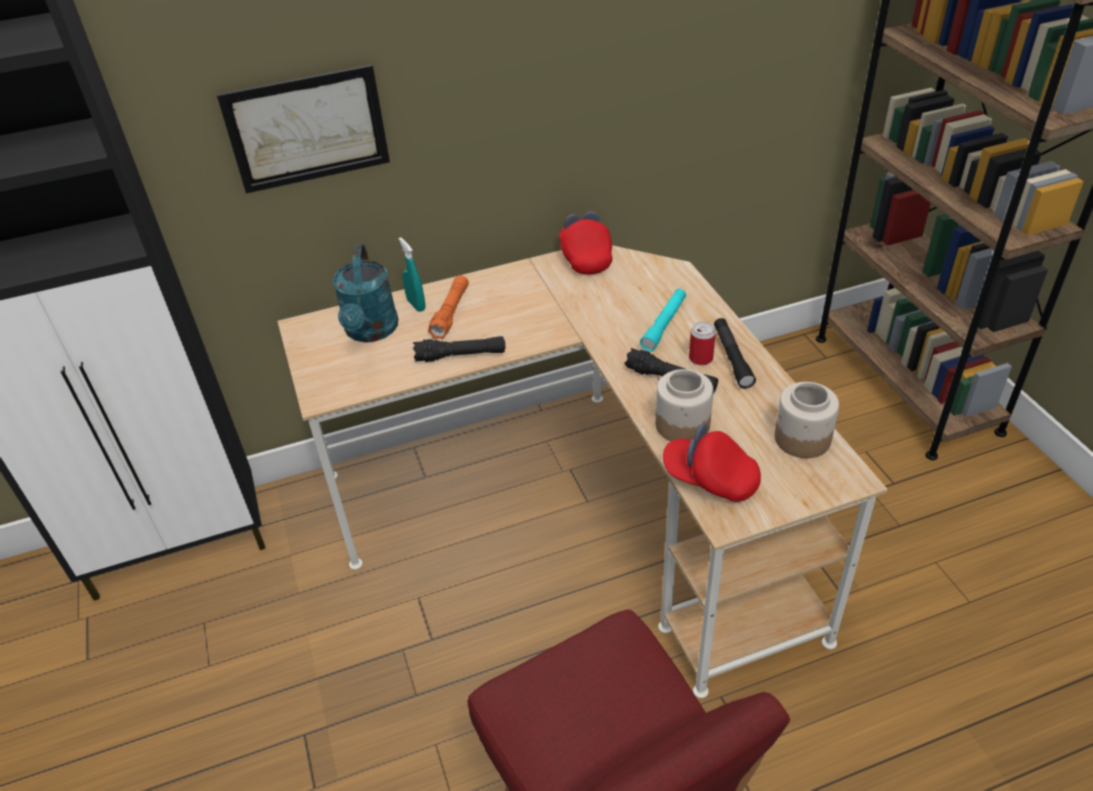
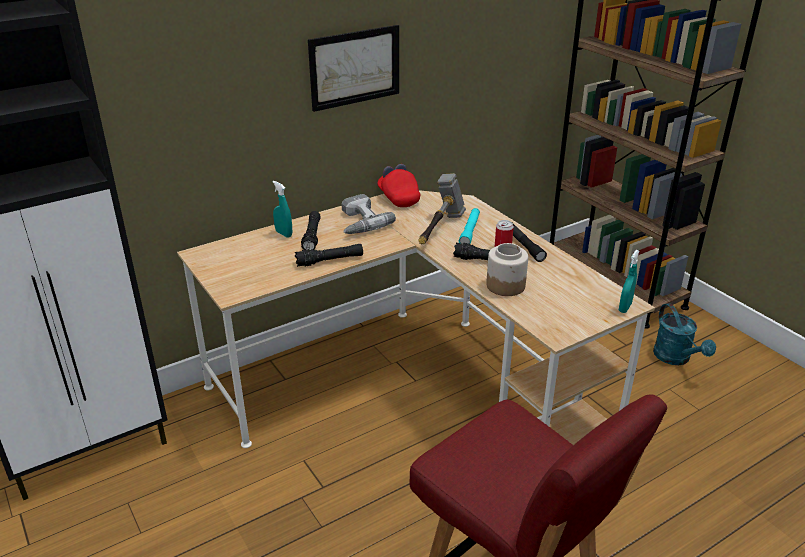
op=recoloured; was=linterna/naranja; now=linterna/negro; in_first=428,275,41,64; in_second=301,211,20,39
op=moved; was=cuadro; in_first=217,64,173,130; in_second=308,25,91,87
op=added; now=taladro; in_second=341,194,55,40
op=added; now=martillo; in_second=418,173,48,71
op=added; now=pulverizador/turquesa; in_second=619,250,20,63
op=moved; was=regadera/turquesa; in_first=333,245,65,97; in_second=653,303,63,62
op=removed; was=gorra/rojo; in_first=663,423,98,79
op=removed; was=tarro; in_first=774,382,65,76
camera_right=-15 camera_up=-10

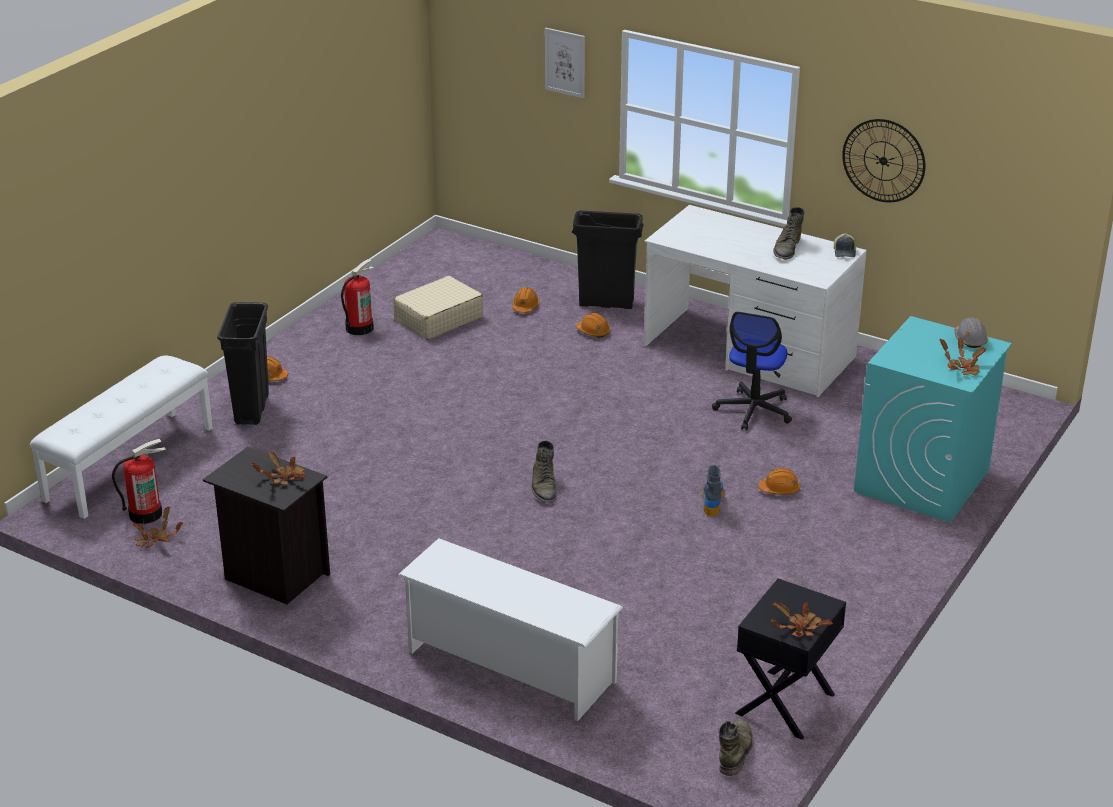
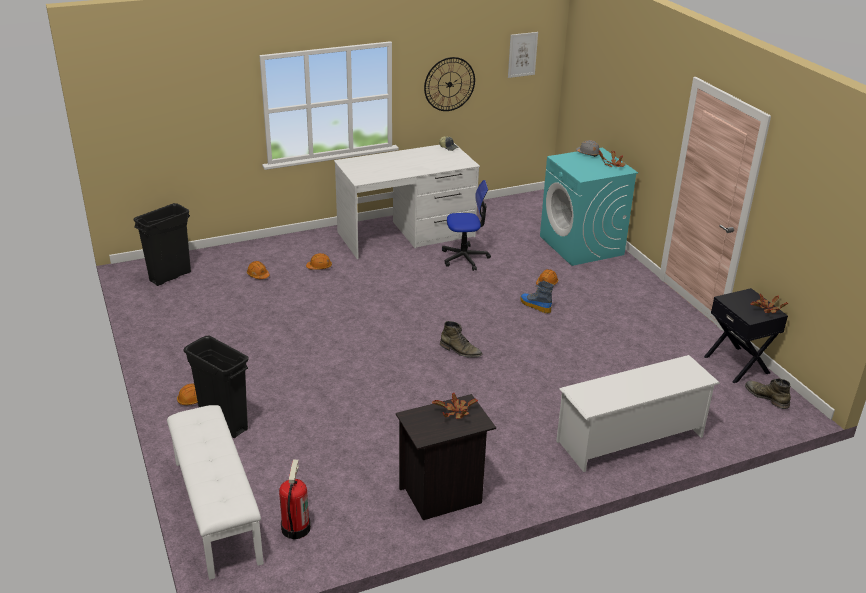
op=moved; was=papelera/negro; in_first=572,210,72,99; in_second=133,203,58,83
op=turned; was=silla de oficina; in_first=712,312,80,118; in_second=442,180,49,91; clockwise=-60
op=moved; was=cuadro; in_first=545,28,40,70; in_second=508,32,30,46
op=removed; was=planta en maceta; in_first=132,507,51,41
op=removed; was=extintor; in_first=341,259,33,76
op=removed; was=maleta/beis; in_first=393,276,90,64
op=removed; was=bota/verde; in_first=773,207,32,53
camera_right=-55 camera_up=0

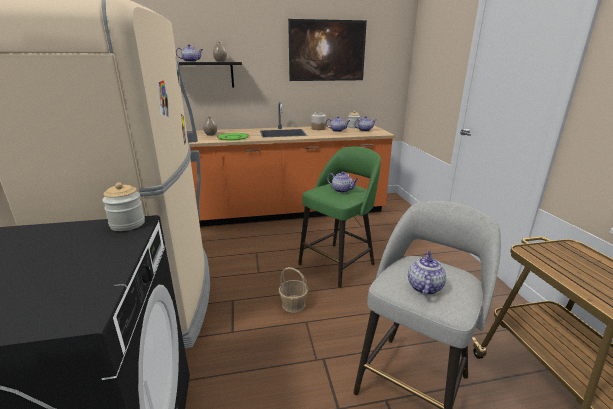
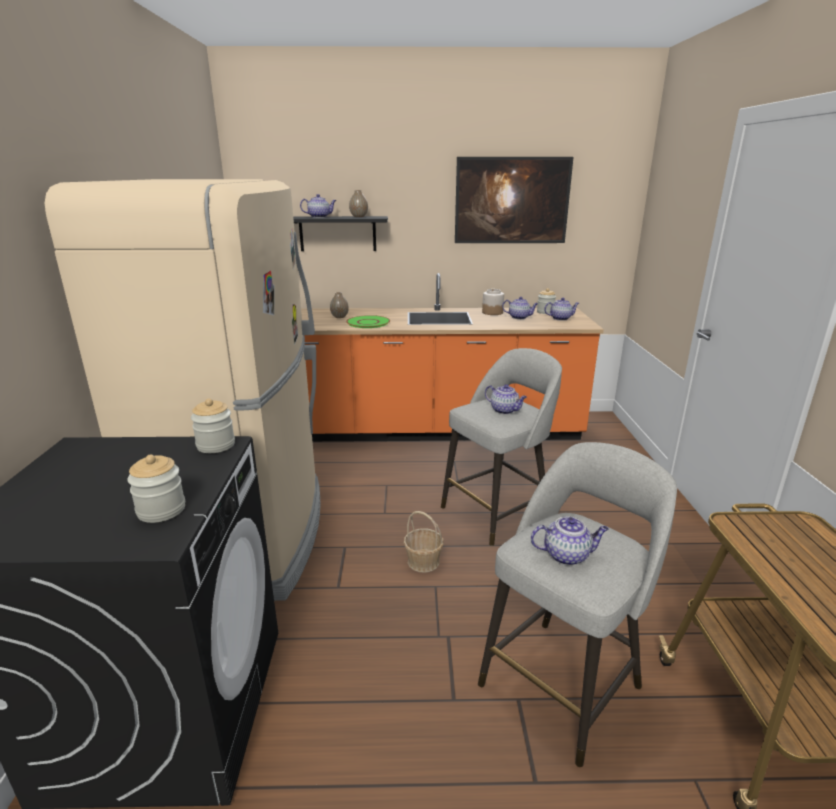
op=added; now=tarro; in_second=127,455,58,68
op=recoloured; was=taburete/verde; now=taburete/gris; in_first=298,146,83,142; in_second=441,348,121,198
op=turned; was=tetera; in_first=408,251,38,44; in_second=531,516,78,49; clockwise=60
camera_right=10 camera_up=0

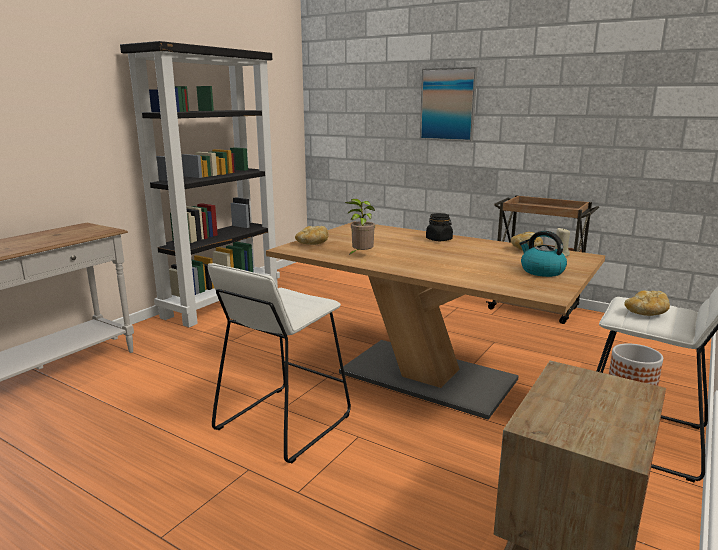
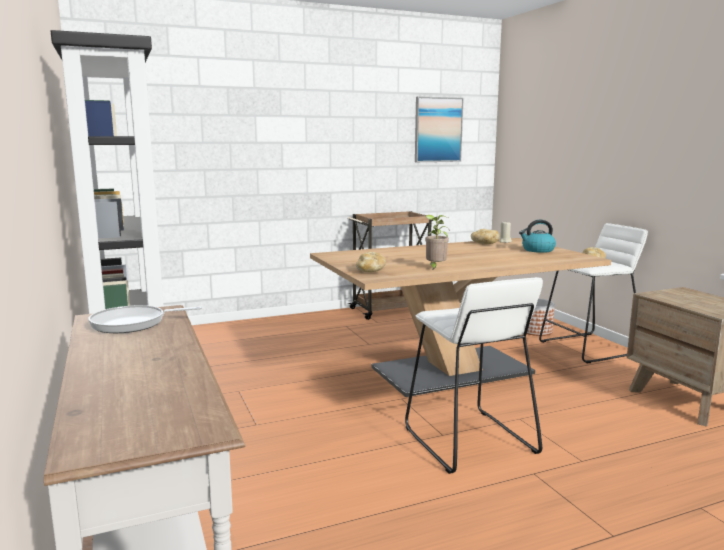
op=added; now=sartén; in_second=88,305,114,28
op=moved; was=cuadro; in_first=420,67,57,75; in_second=415,96,49,66
op=removed; was=tarro/negro; in_first=426,213,27,28
camera_right=-55 camera_up=-5

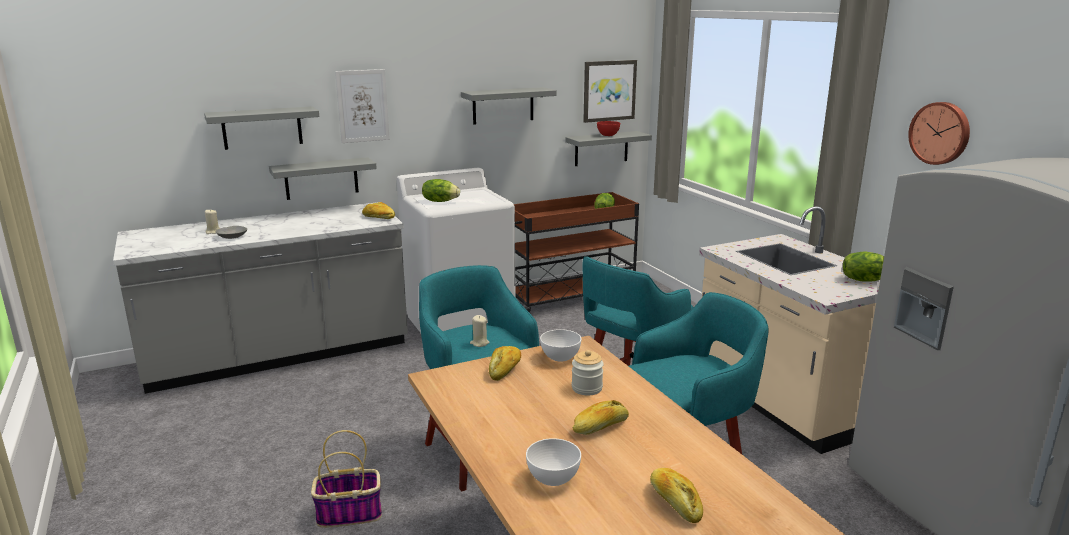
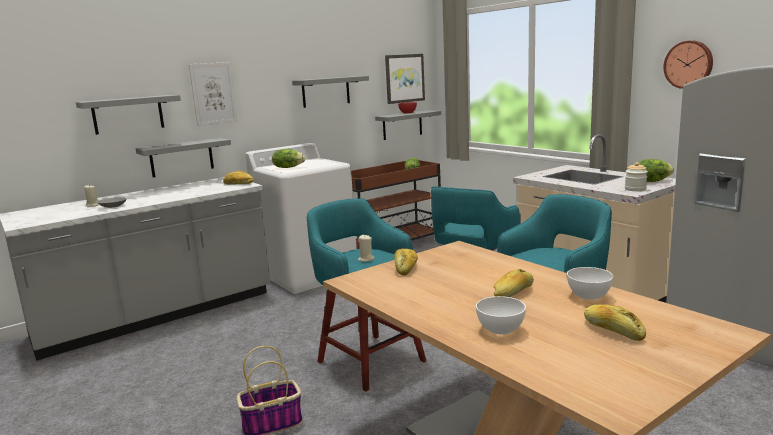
op=moved; was=cuenco/blanco; in_first=540,329,41,33; in_second=567,267,47,33
op=moved; was=tarro; in_first=572,350,32,45; in_second=625,162,23,29
camera_right=-10 camera_up=-5

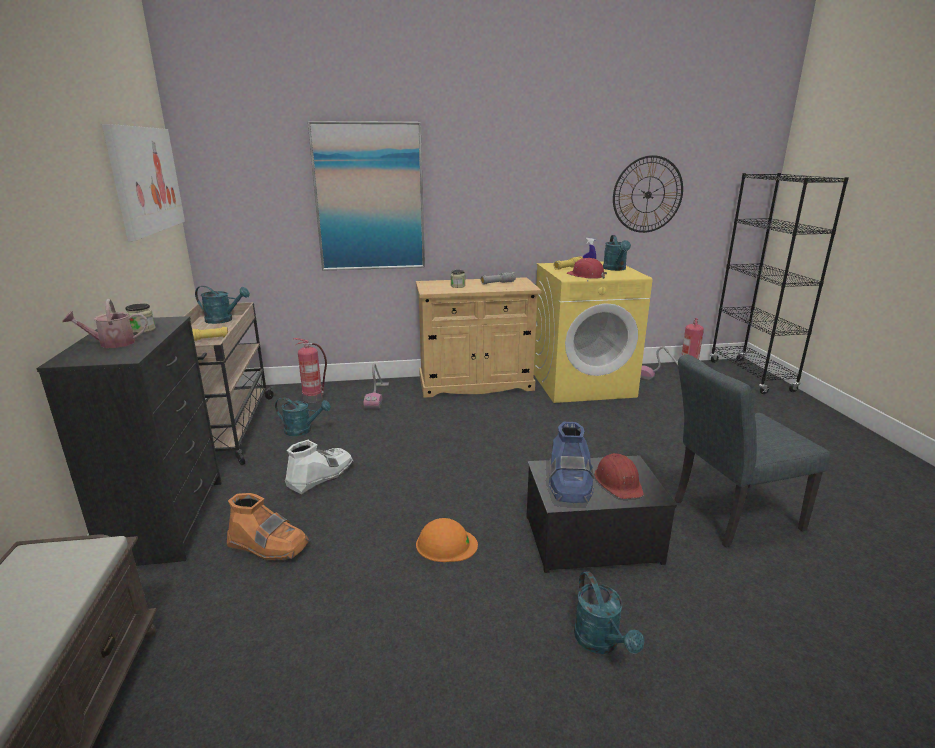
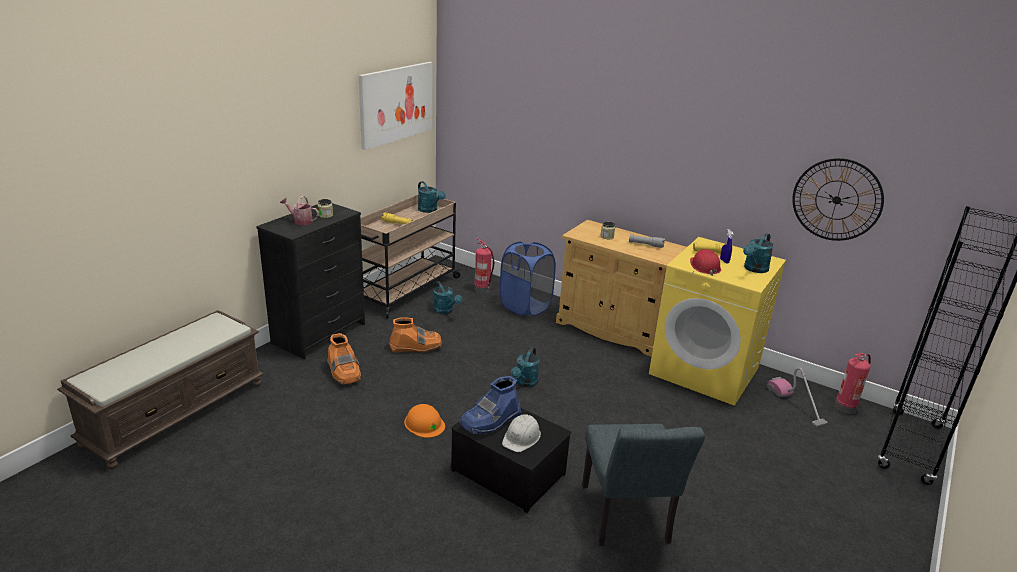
op=recoloured; was=bota/blanco; now=bota/naranja; in_first=285,440,69,54; in_second=390,317,52,36
op=replaced; was=aspiradora; now=cesto de la ropa/azul; in_first=363,363,26,45; in_second=500,242,56,74
op=recoloured; was=casco/rojo; now=casco/blanco; in_first=594,453,50,46; in_second=502,414,39,38
op=moved; was=regadera/turquesa; in_first=574,571,70,83; in_second=511,347,28,40
op=turned; was=silla/gris; in_first=675,354,156,193; in_second=582,424,123,122; clockwise=-120
op=removed; was=cuadro; in_first=308,121,117,150
camera_right=40 camera_up=5

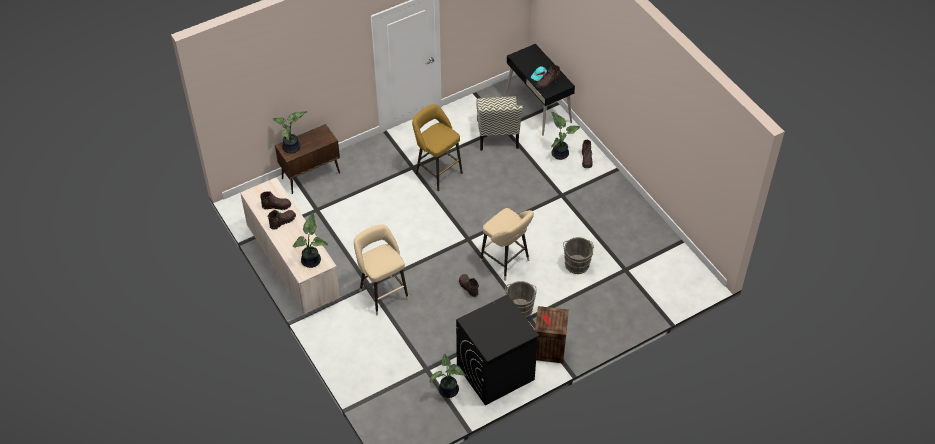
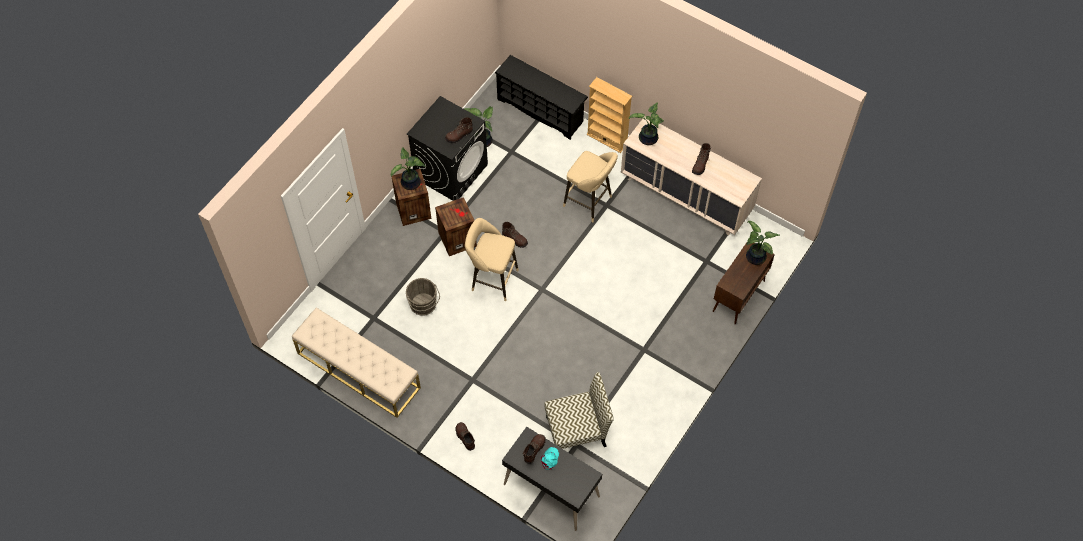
op=added; now=banco/beis; in_second=292,308,129,110
op=moved; was=planta en maceta; in_first=551,112,29,48; in_second=391,147,34,43
op=replaced; was=cubo/gris; now=caja de embalaje; in_first=505,281,32,37; in_second=435,197,42,59
op=moved; was=bota/marrón; in_first=260,191,31,19; in_second=445,117,28,26
op=added; now=zapatero/negro; in_second=495,55,93,85
op=turned; was=silla; in_first=477,97,46,54; in_second=544,372,70,77; clockwise=105
op=added; now=estantería/beis; in_second=587,77,45,76
op=removed; was=taburete/amarillo; in_first=412,104,51,87
camera_right=155 camera_up=10

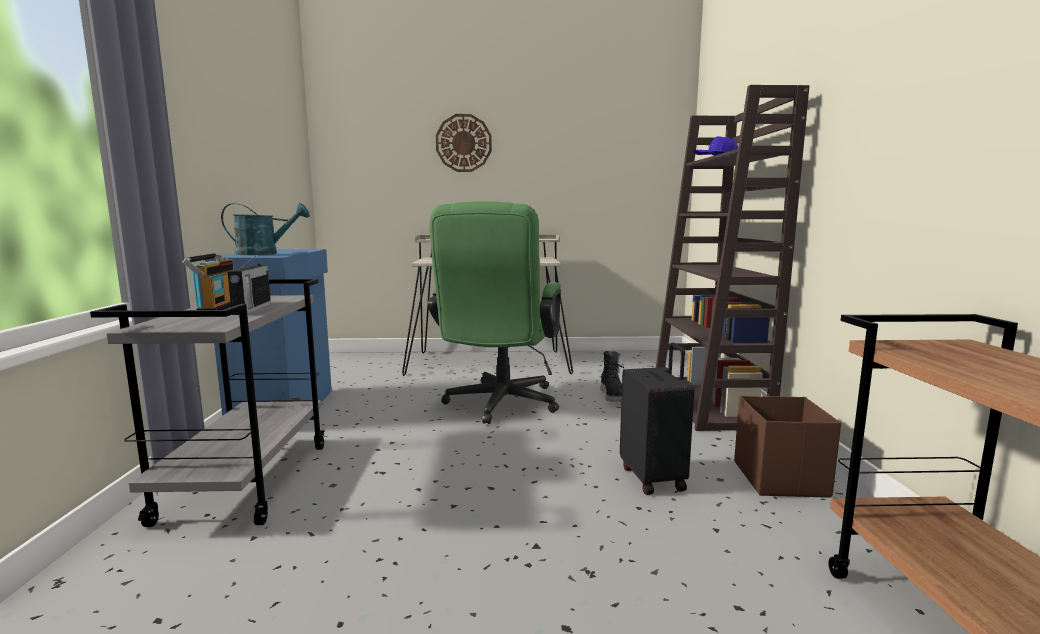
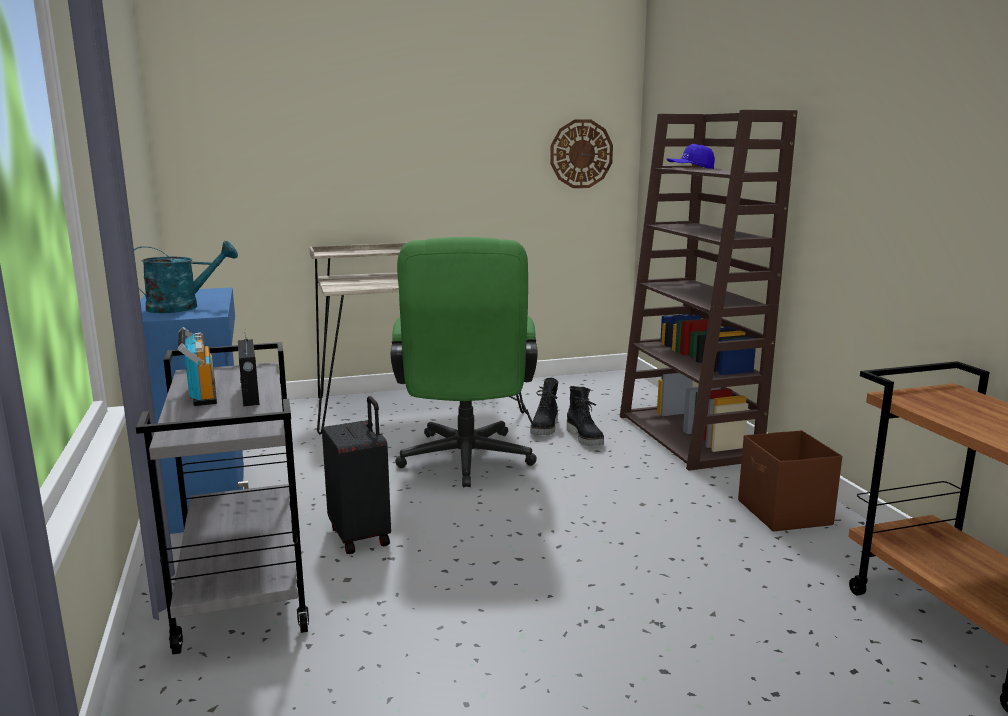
op=moved; was=maleta/negro; in_first=620,343,75,152; in_second=322,396,69,158
op=added; now=bota/negro; in_second=530,378,28,57
op=moved; was=reloj de pared; in_first=436,114,56,58; in_second=550,119,63,69
camera_right=-15 camera_up=5

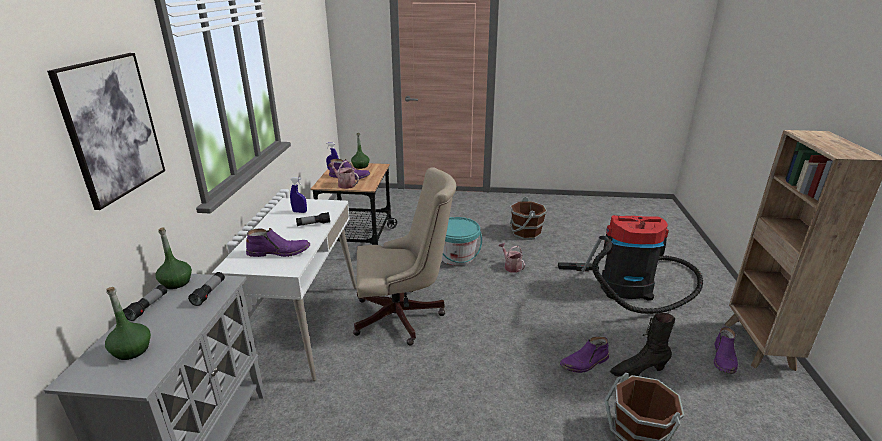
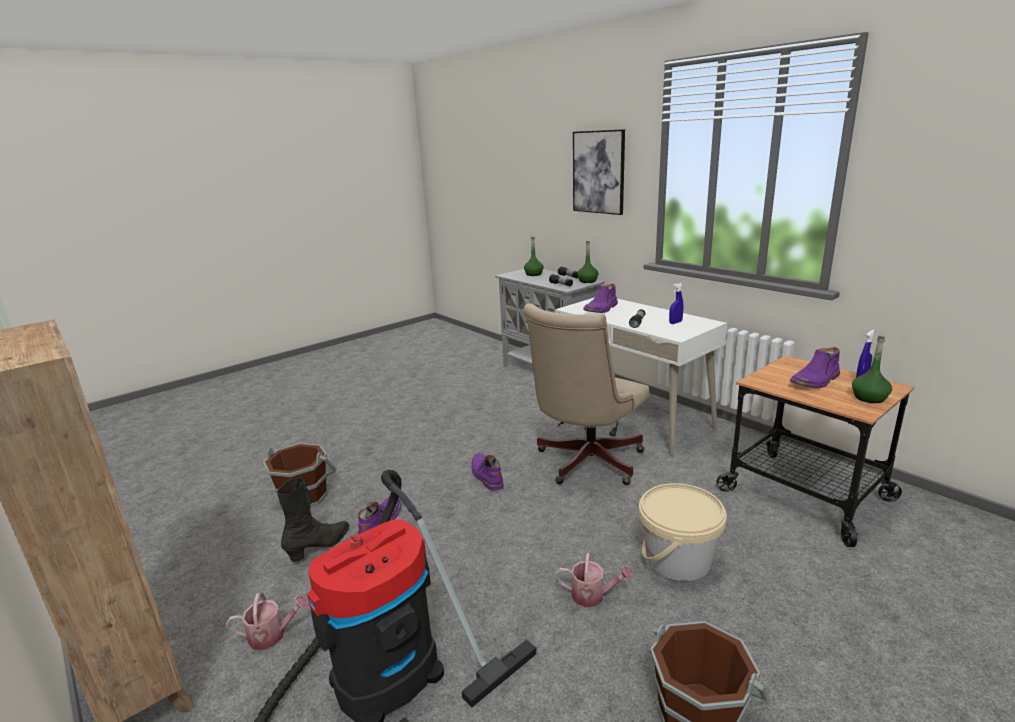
op=moved; was=regadera; in_first=328,161,31,28; in_second=226,592,83,58
op=moved; was=bota/morado; in_first=714,327,24,47; in_second=472,453,32,37
op=recoloured; was=cubo/turquesa; now=cubo/beis; in_first=442,217,40,49; in_second=638,483,89,98
camera_right=135 camera_up=-5

